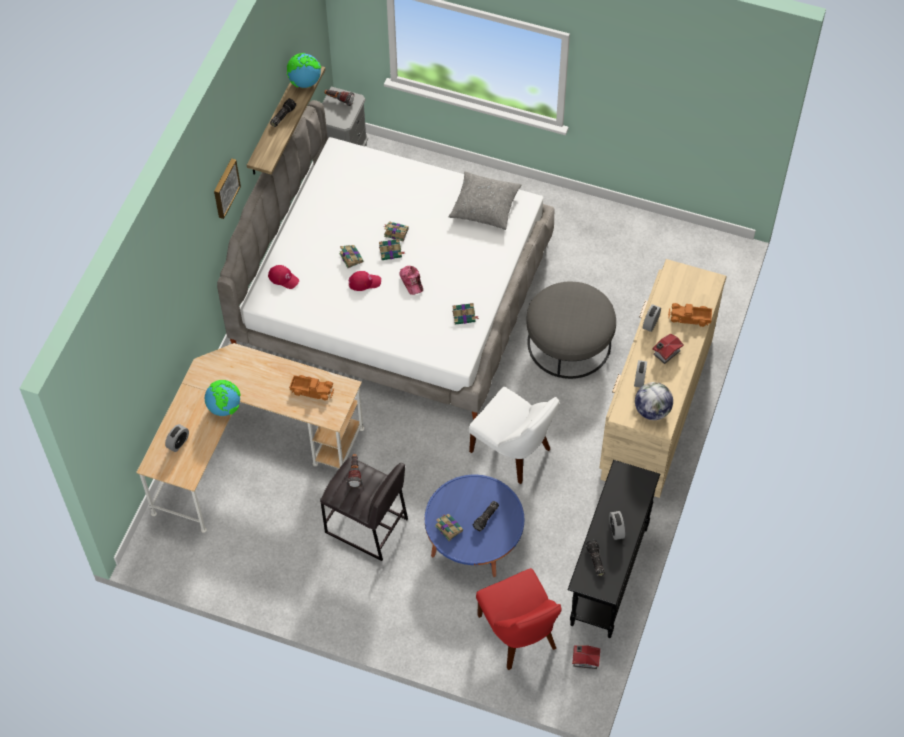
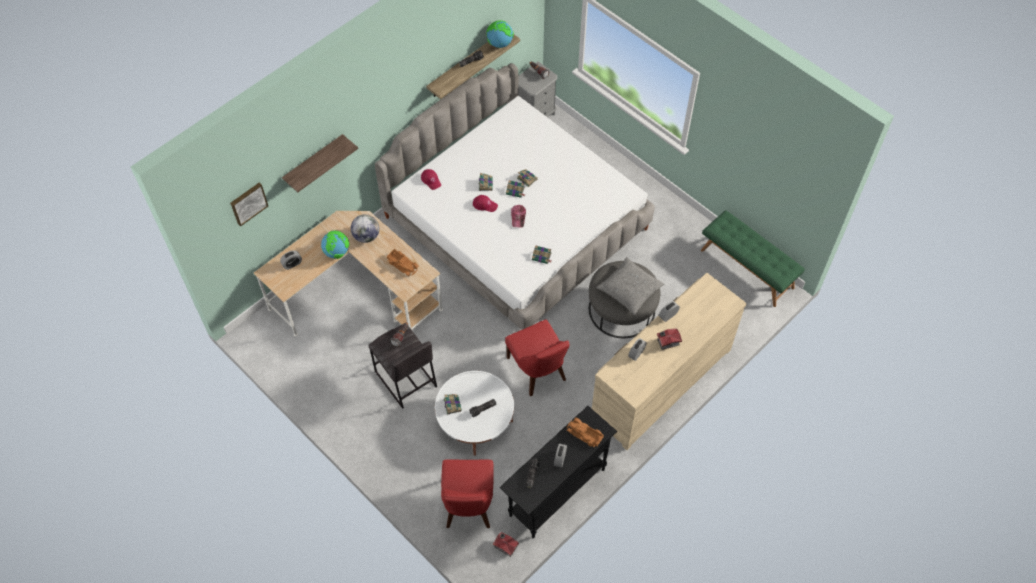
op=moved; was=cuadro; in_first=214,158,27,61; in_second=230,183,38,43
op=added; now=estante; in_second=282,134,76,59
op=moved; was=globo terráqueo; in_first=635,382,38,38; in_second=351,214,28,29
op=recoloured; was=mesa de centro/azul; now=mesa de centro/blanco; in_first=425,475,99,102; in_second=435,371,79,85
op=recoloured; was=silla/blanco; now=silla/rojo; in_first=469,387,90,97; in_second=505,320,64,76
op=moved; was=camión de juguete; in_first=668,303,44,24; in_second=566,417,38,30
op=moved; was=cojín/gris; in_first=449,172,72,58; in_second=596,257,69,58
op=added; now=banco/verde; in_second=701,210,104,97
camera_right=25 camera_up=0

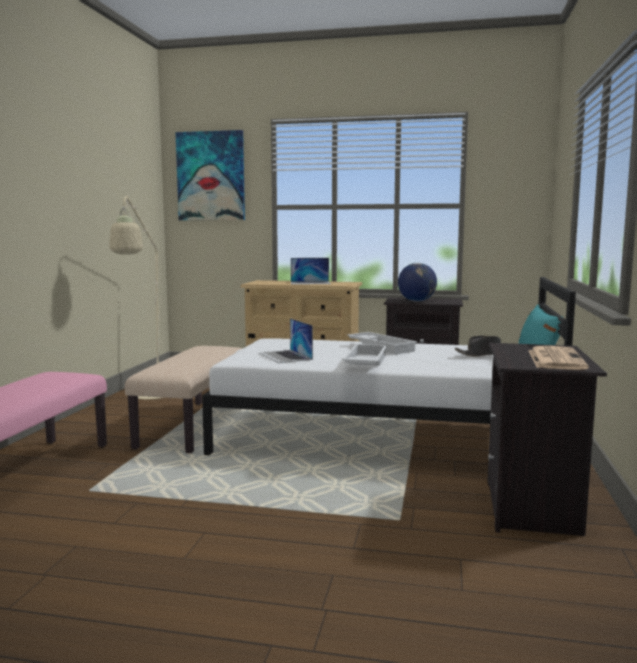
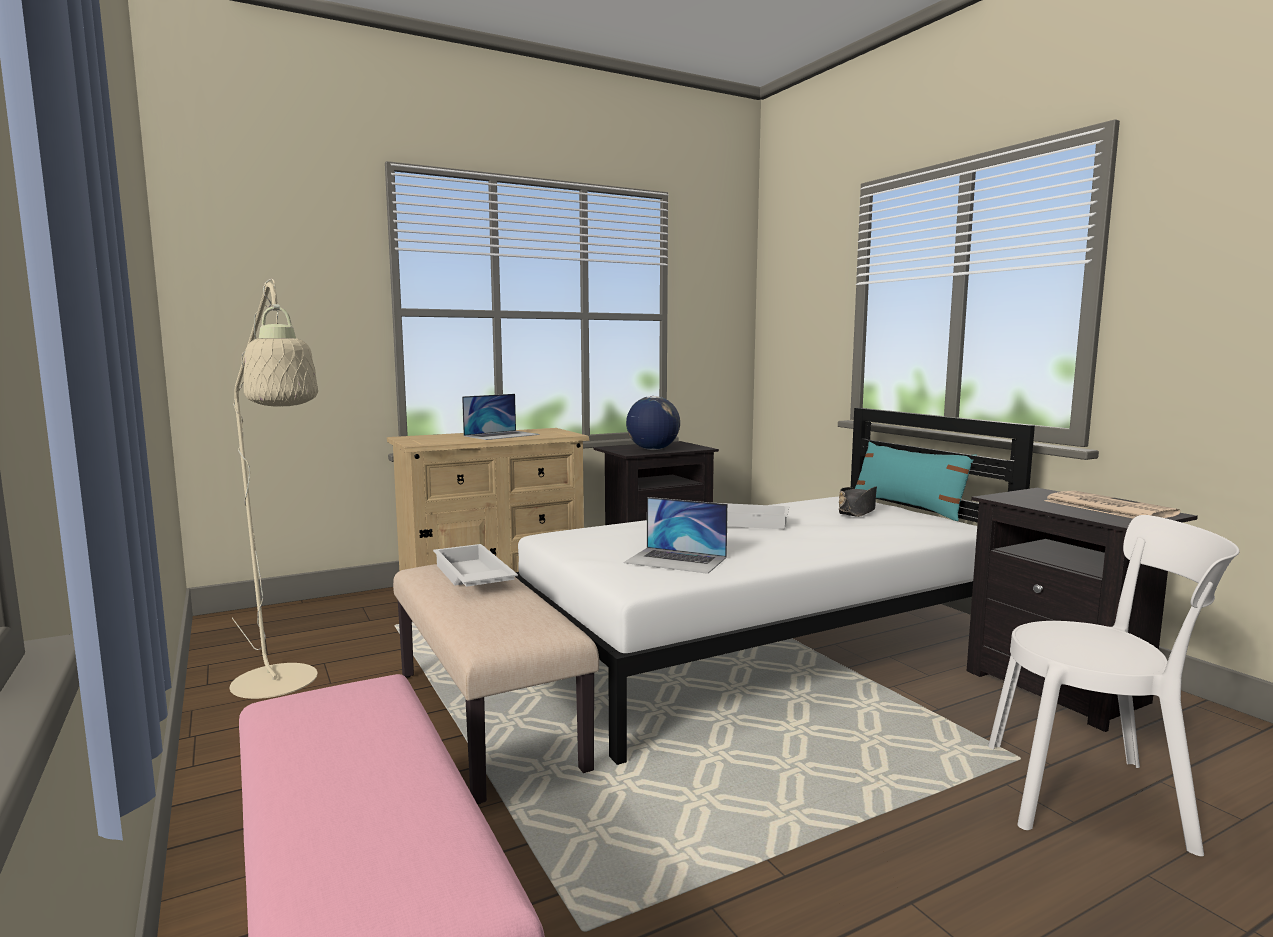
op=moved; was=bandeja/blanco; in_first=342,344,45,22; in_second=433,544,85,43
op=added; now=silla/blanco; in_second=988,515,251,341
op=removed; was=cuadro; in_first=175,130,70,90
camera_right=-40 camera_up=0

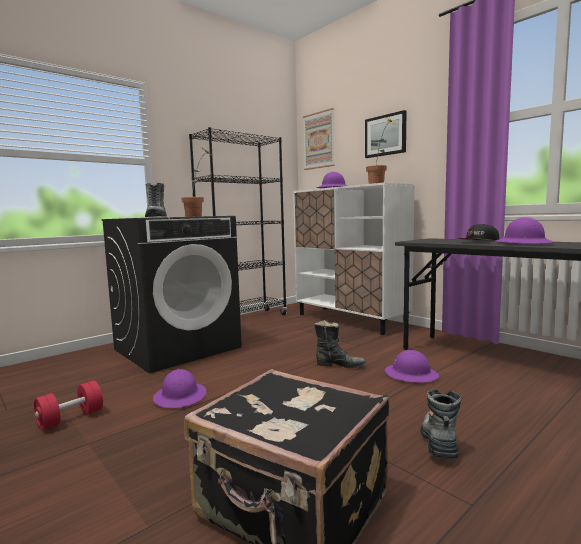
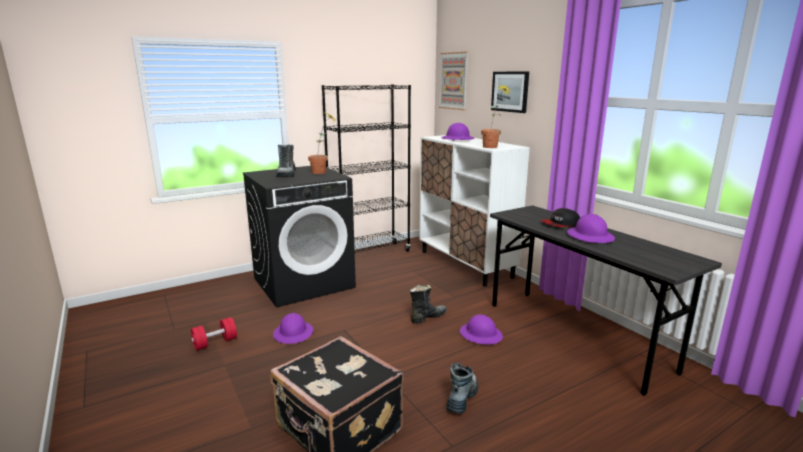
op=turned; was=bota/negro; in_first=314,320,52,48; in_second=410,285,37,39; clockwise=-60
camera_right=10 camera_up=10

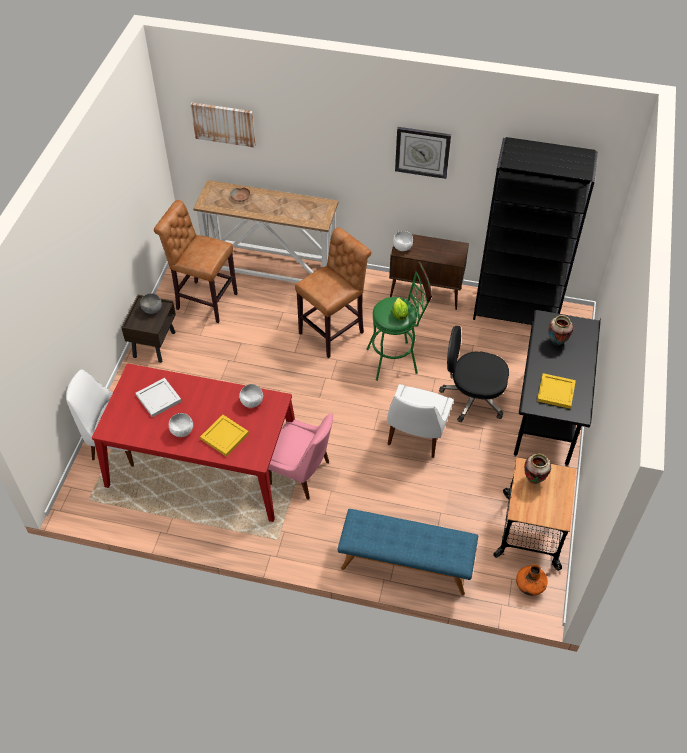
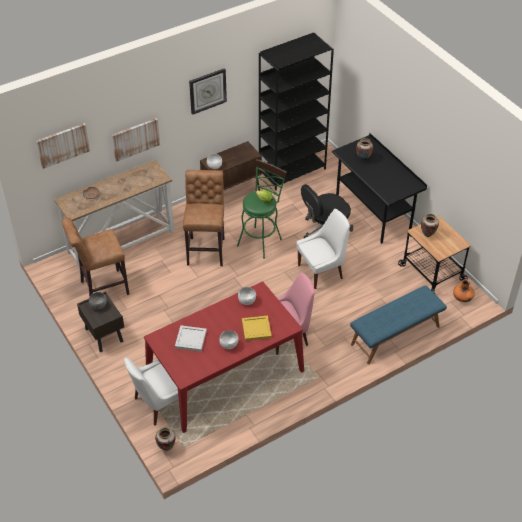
op=added; now=cuadro; in_second=112,118,48,44
op=added; now=florero; in_second=155,427,20,24
op=turned; was=silla/blanco; in_first=387,384,67,74; in_second=297,209,53,80; clockwise=-90
op=removed; was=bandeja/amarillo; in_first=537,373,39,36
camera_right=-45 camera_up=-5

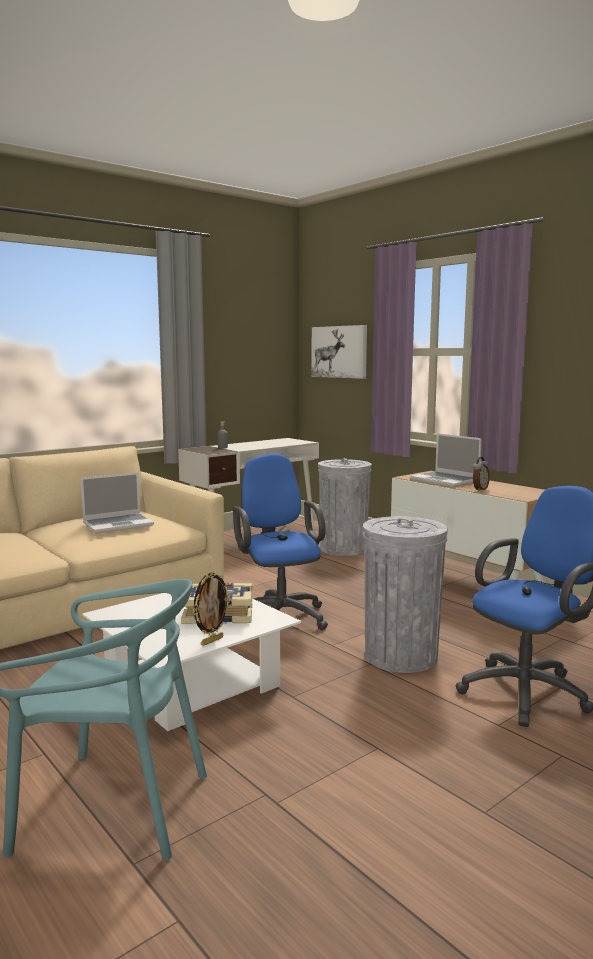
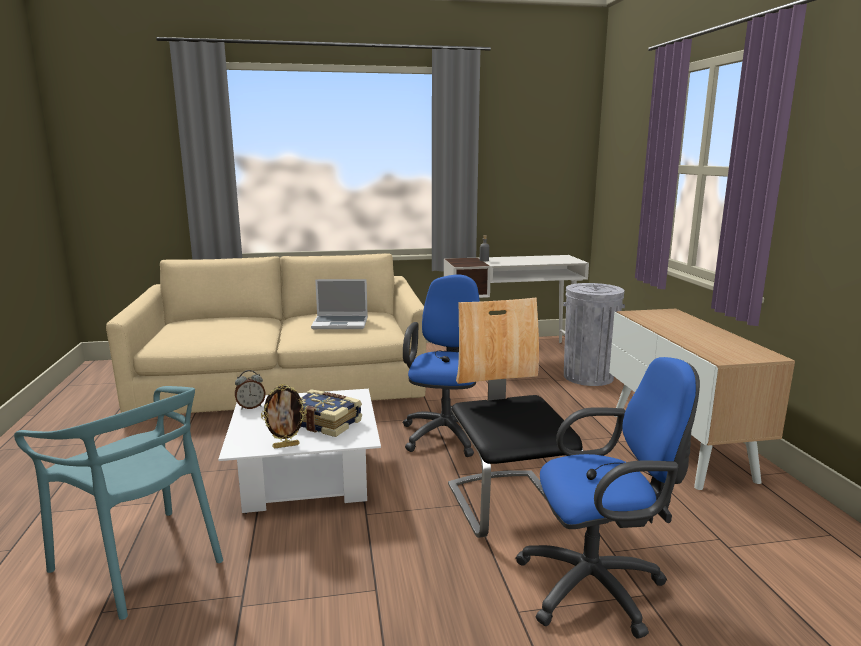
op=moved; was=despertador; in_first=473,457,17,34; in_second=235,370,31,39
op=replaced; was=papelera/gris; now=silla; in_first=363,516,85,157; in_second=448,298,135,240
op=removed; was=cuadro; in_first=311,325,56,54
op=removed; was=portátil; in_first=411,433,71,54
camera_right=30 camera_up=5

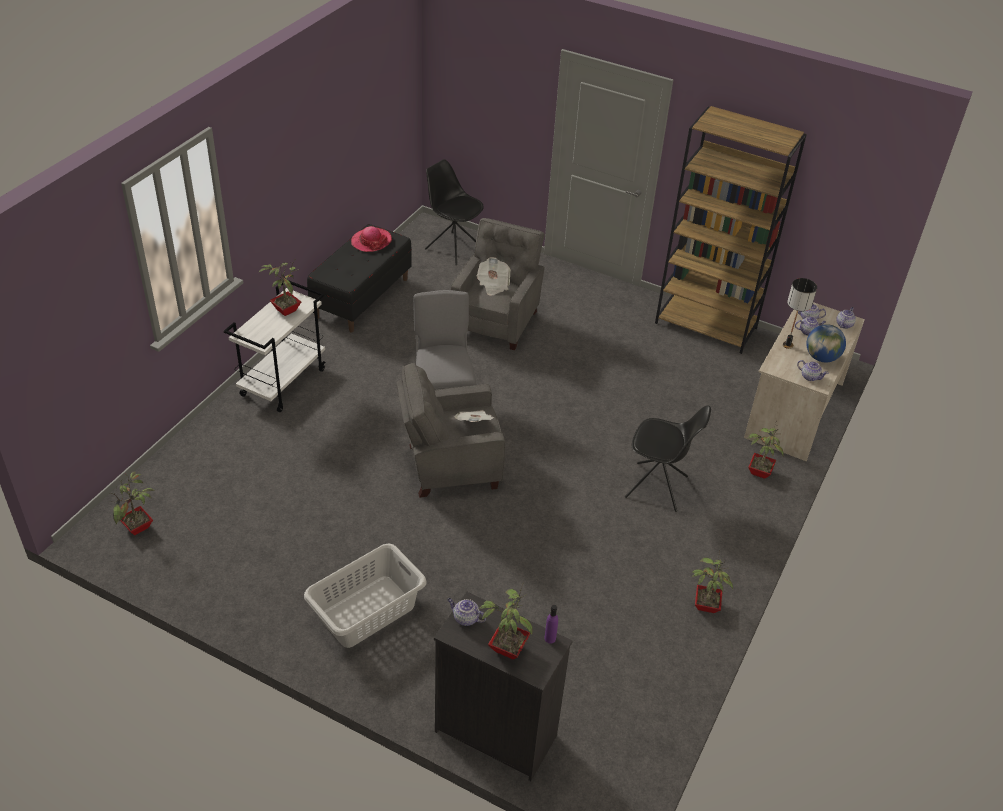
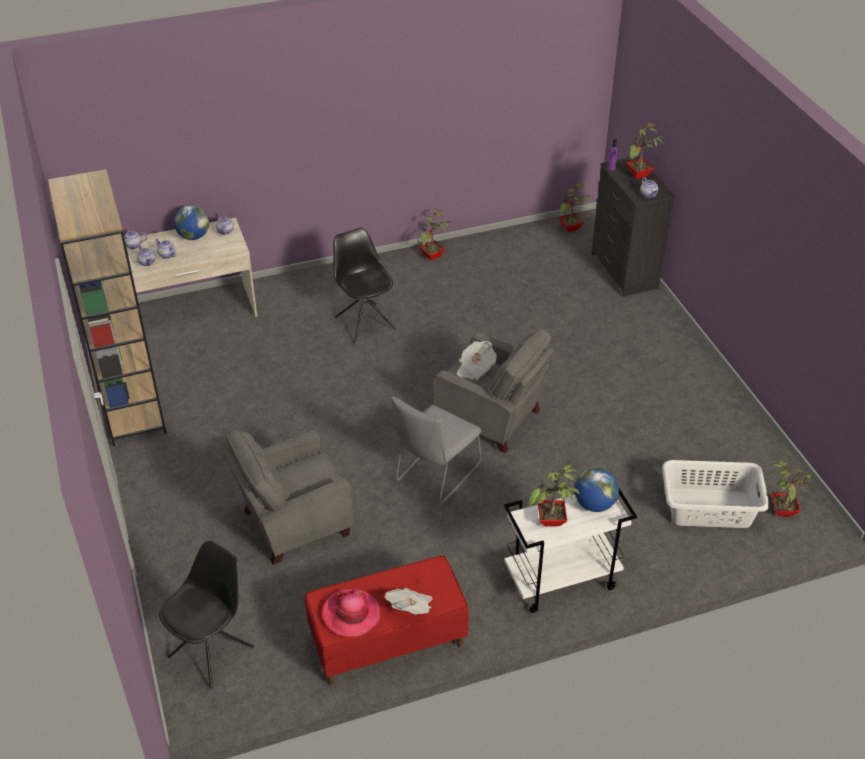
op=turned; was=silla/negro; in_first=425,159,59,106; in_second=159,540,95,148; clockwise=-135
op=recoloured; was=banco/negro; now=banco/rojo; in_first=307,224,105,108; in_second=305,556,164,129
op=moved; was=periódico; in_first=477,257,34,39; in_second=385,588,48,26
op=moved; was=planta en maceta; in_first=748,421,36,58; in_second=559,182,34,50
op=added; now=globo terráqueo; in_second=574,468,45,44
op=moved; was=cesto de la ropa/gris; in_first=304,544,123,104; in_second=662,460,107,68
op=removed; was=lámpara de mesa; in_first=783,278,34,71
camera_right=-135 camera_up=0

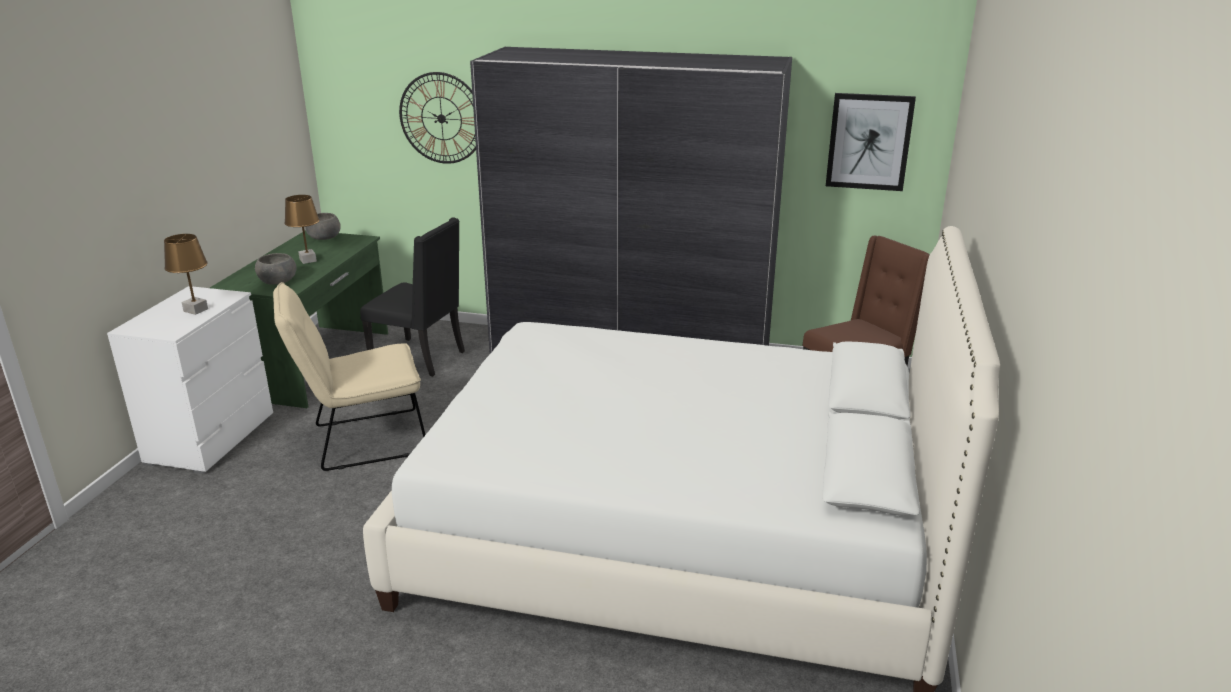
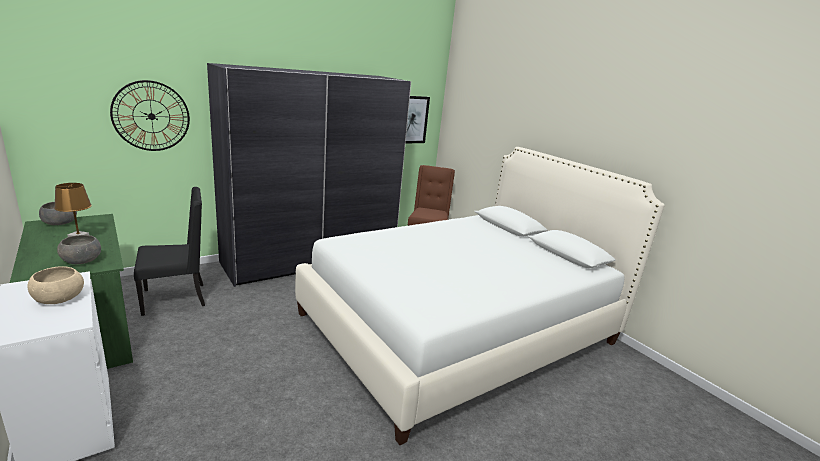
op=replaced; was=lámpara de mesa/marrón; now=cuenco/beis; in_first=164,234,44,81; in_second=28,266,56,38
op=removed; was=silla/beis; in_first=273,282,153,189
camera_right=-50 camera_up=-5

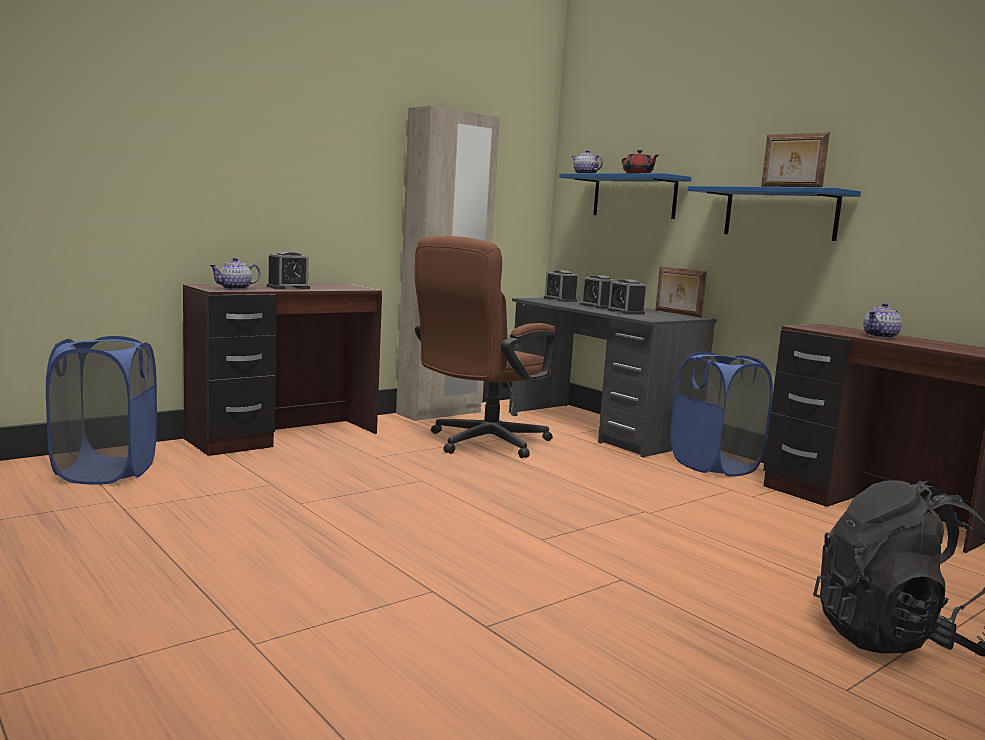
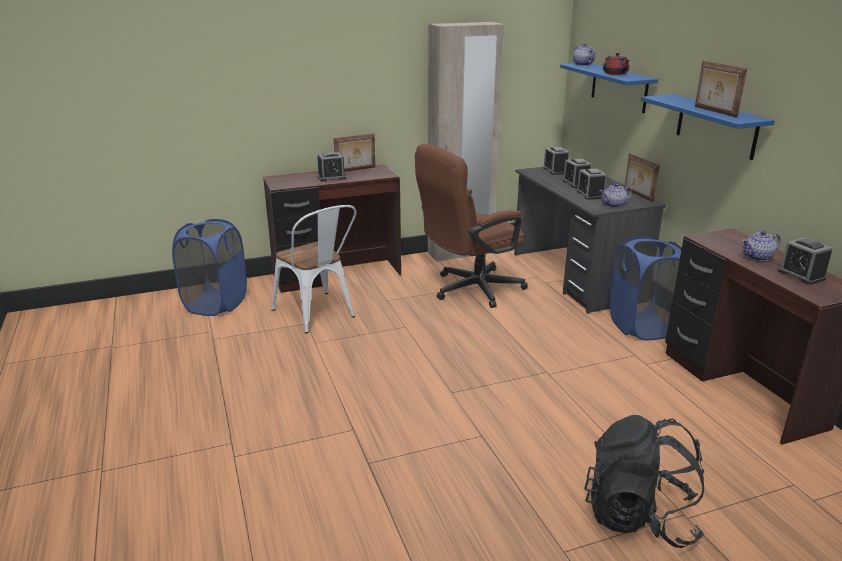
op=added; now=silla/blanco; in_second=271,205,86,129
op=added; now=portarretratos; in_second=334,133,41,39
op=moved; was=tetera; in_first=209,257,52,33; in_second=599,183,33,25
op=added; now=despertador; in_second=778,237,54,48
camera_right=20 camera_up=15

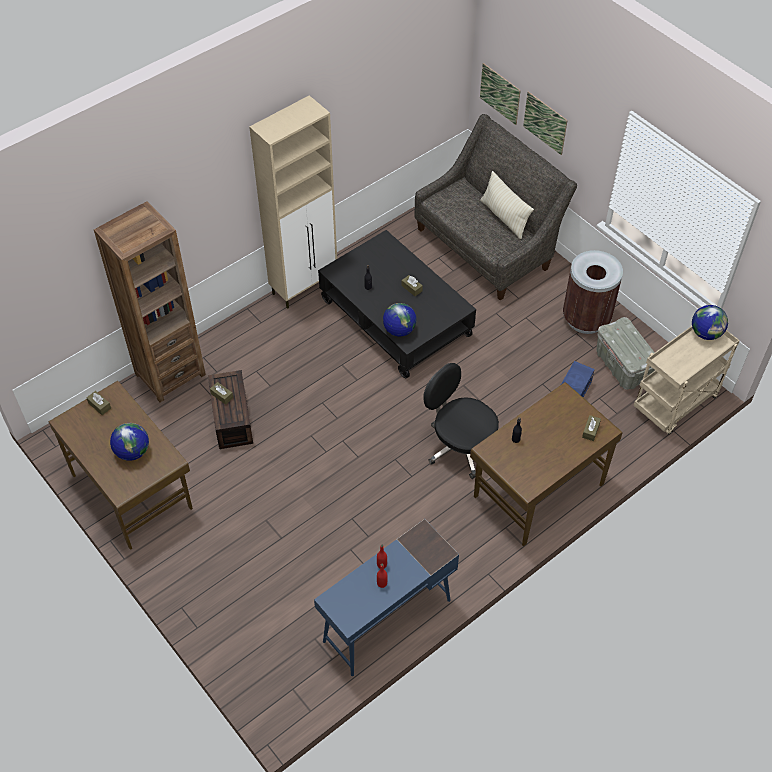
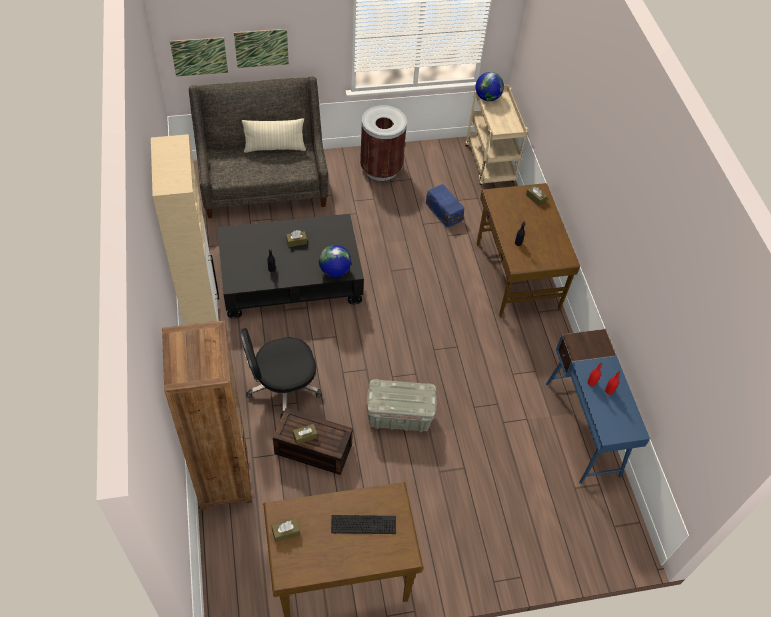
op=moved; was=silla de oficina/negro; in_first=423,363,76,116; in_second=240,328,82,91
op=replaced; was=globo terráqueo; now=teclado; in_first=110,423,39,38; in_second=331,515,65,19
op=moved; was=caja de almacenaje/gris; in_first=596,317,59,73; in_second=366,379,71,53
camera_right=-65 camera_up=0

